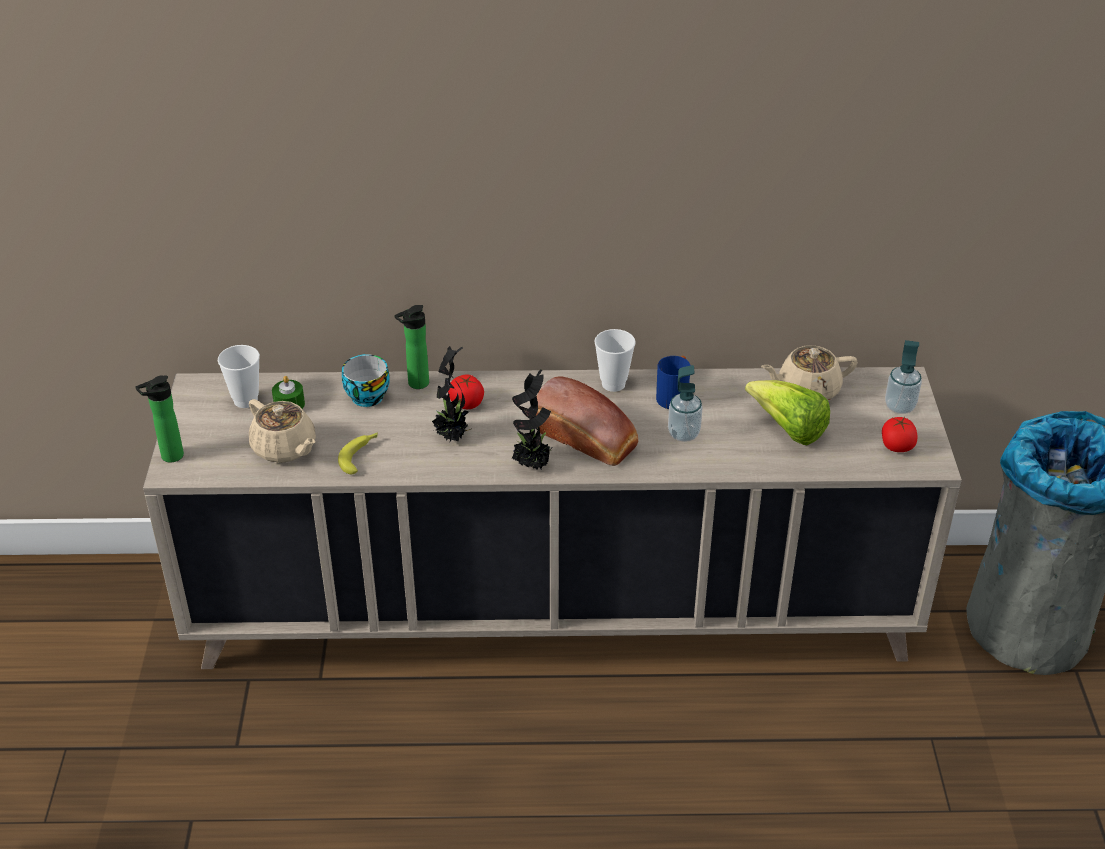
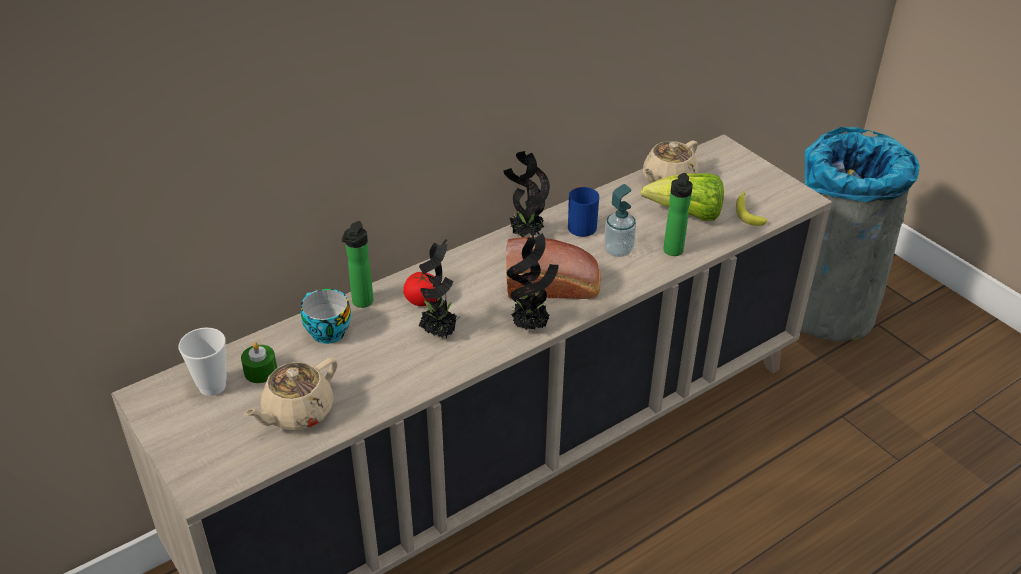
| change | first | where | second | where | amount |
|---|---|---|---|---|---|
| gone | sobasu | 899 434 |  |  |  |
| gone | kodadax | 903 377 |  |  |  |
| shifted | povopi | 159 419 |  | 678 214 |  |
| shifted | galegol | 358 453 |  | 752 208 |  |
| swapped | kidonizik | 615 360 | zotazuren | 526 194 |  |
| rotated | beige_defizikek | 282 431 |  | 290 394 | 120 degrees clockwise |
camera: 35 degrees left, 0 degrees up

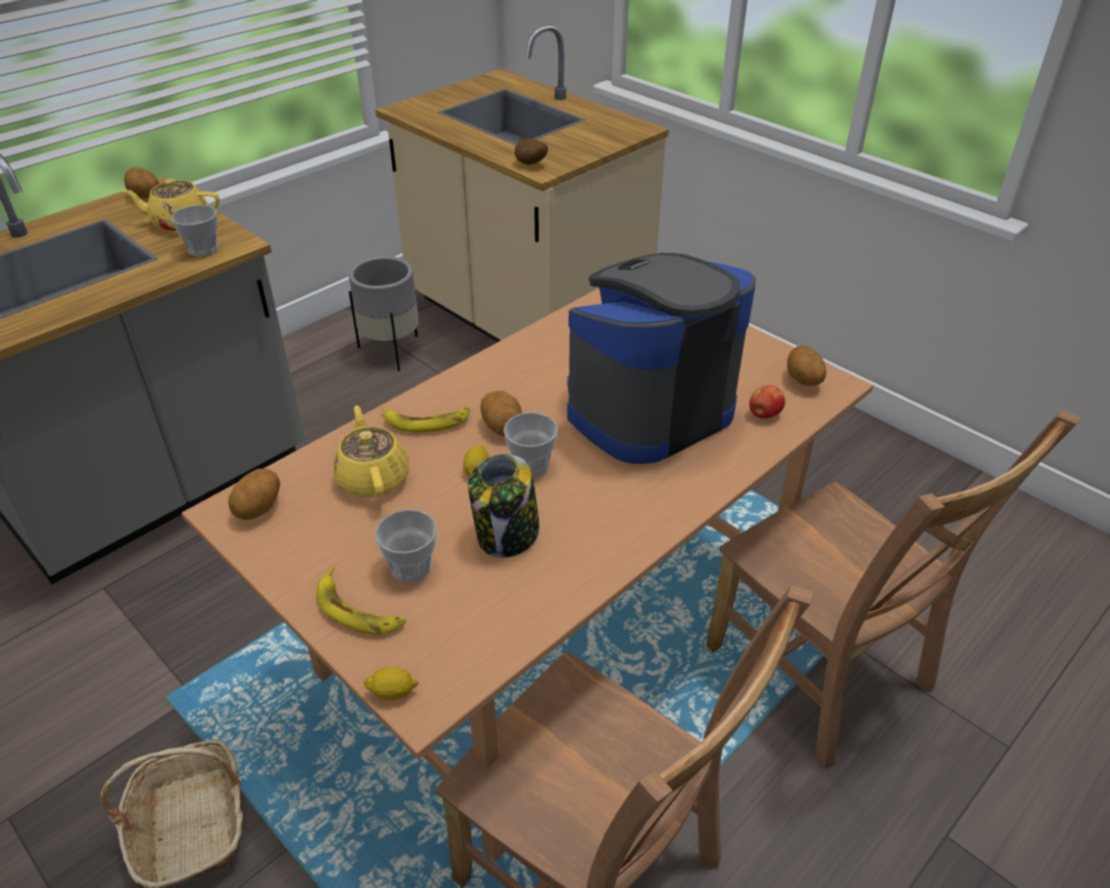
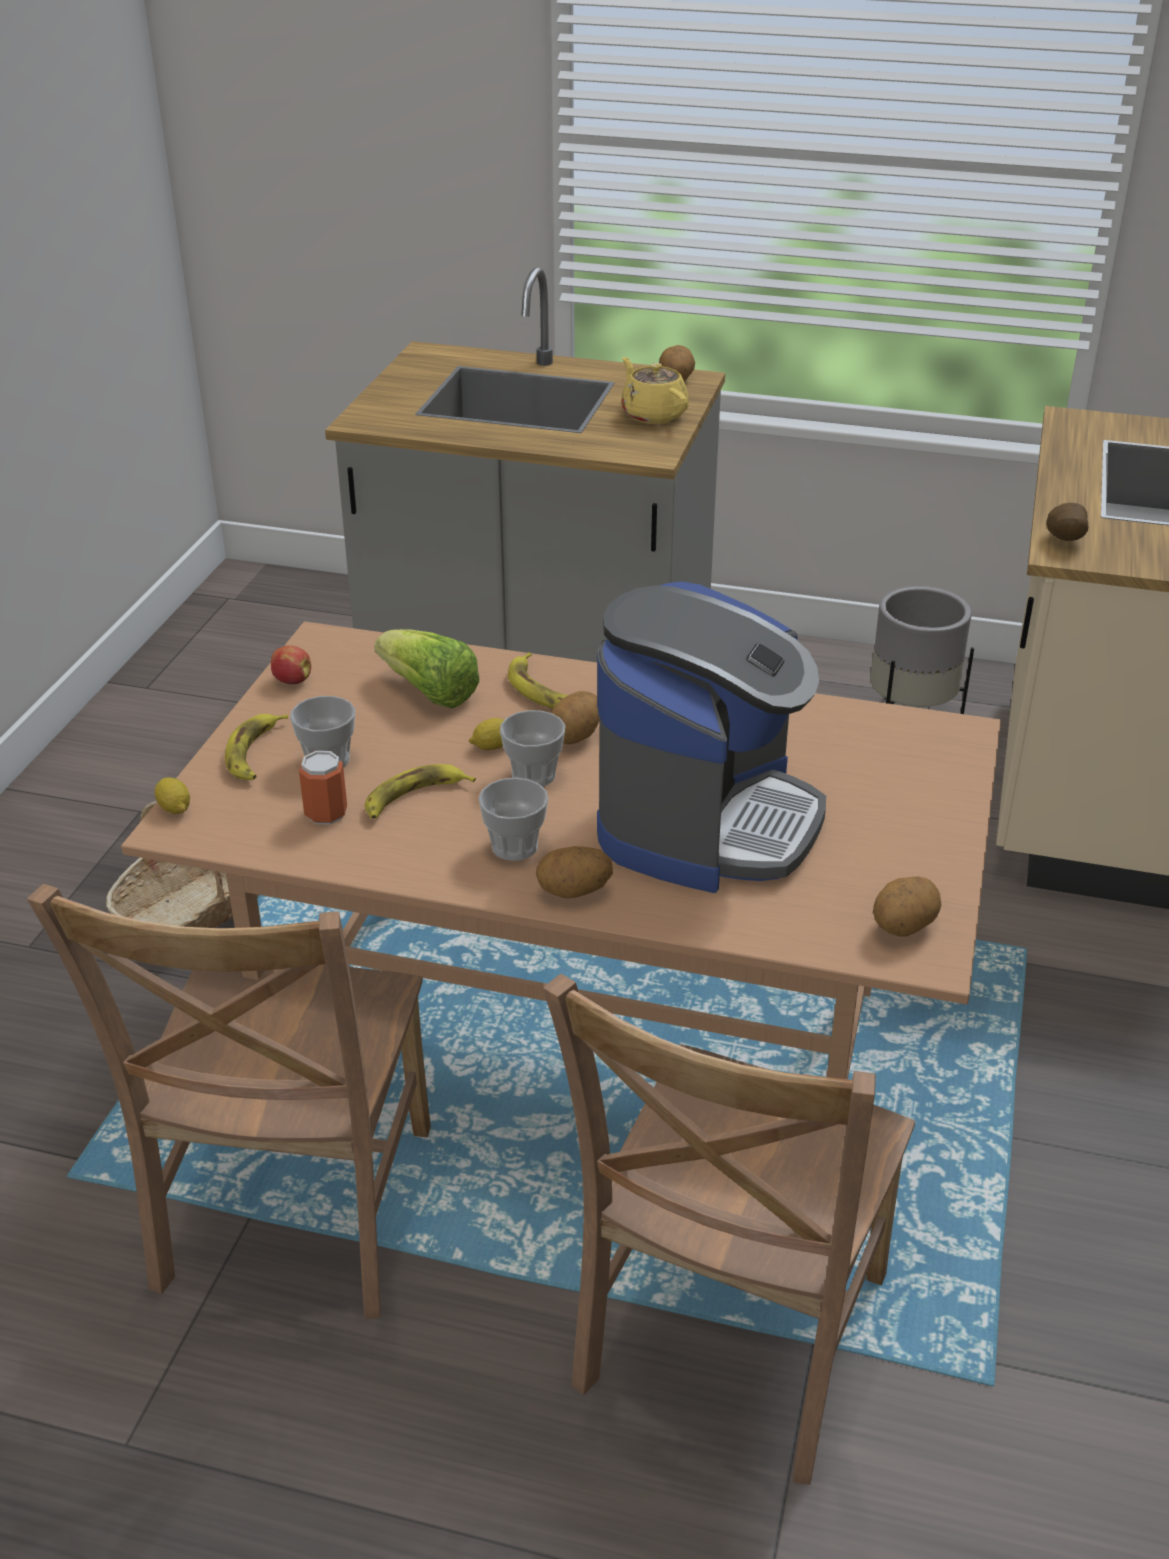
| change | first | where | second | where | amount |
|---|---|---|---|---|---|
| new |  |  | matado | 323 787 |  |
| shifted | kidonizik | 194 231 |  | 513 819 |  |
| shifted | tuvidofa | 254 494 |  | 574 872 |  |
| shifted | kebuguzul | 767 401 |  | 291 664 |  |
| swapped | yellow_defizikek | 371 451 | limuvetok | 427 668 |  |
| swapped | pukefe | 504 506 | galegol | 420 791 |  |
| rotated | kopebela | 661 358 |  | 711 737 | 90 degrees clockwise |
camera: 60 degrees right, 5 degrees down

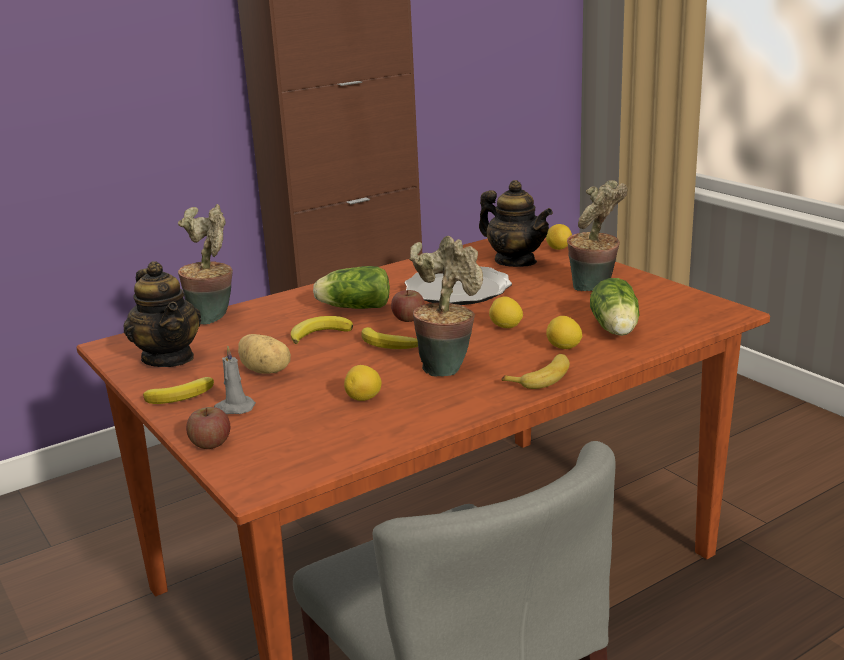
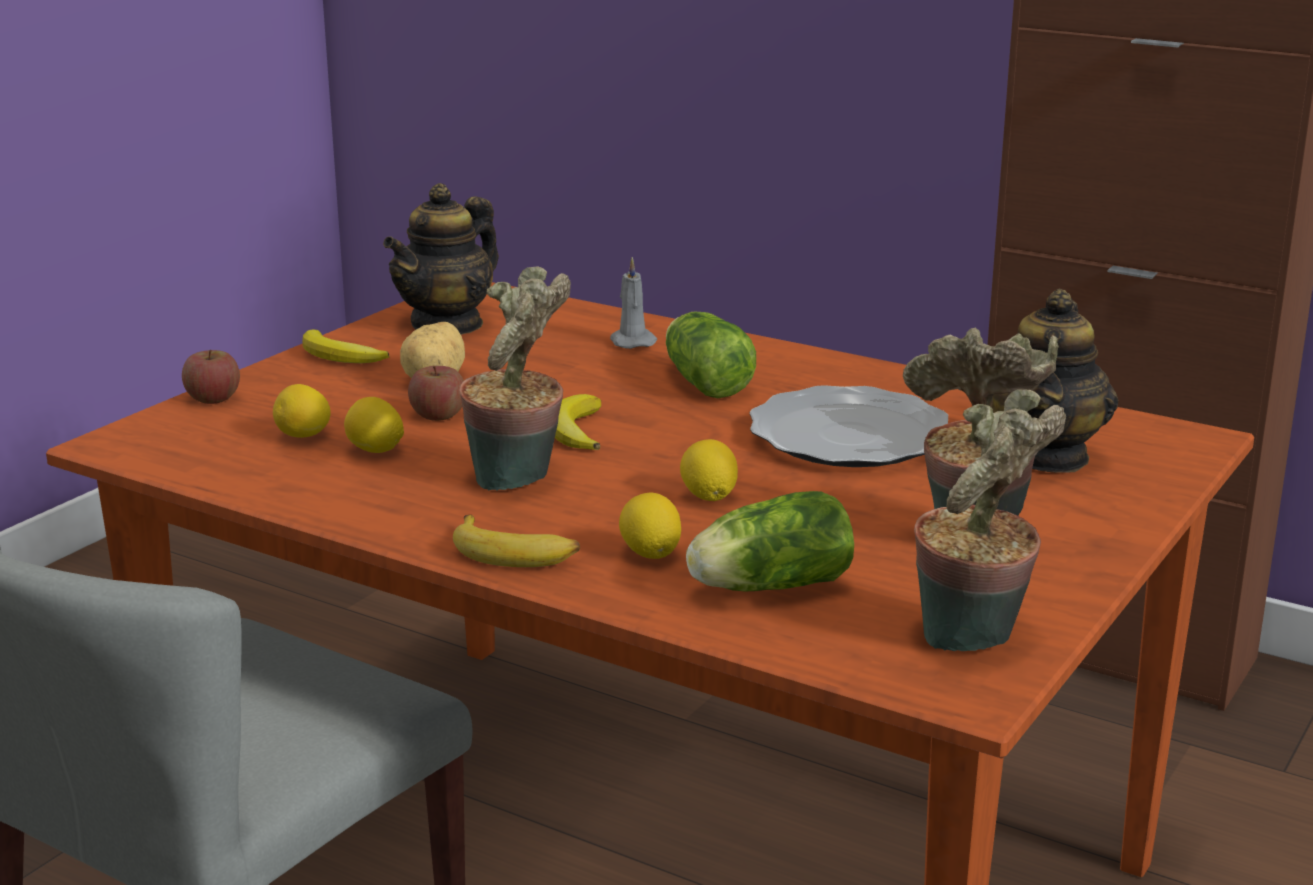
| change | first | where | second | where | amount |
|---|---|---|---|---|---|
| gone | galegol | 322 330 |  |  |  |
| shifted | zotazuren | 205 264 |  | 990 520 |  |
| shifted | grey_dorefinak | 235 379 |  | 633 303 |  |
| shifted | kebuguzul | 408 306 |  | 436 393 |  |
| shifted | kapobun | 559 237 |  | 302 411 |  |
camera: 65 degrees right, 0 degrees up

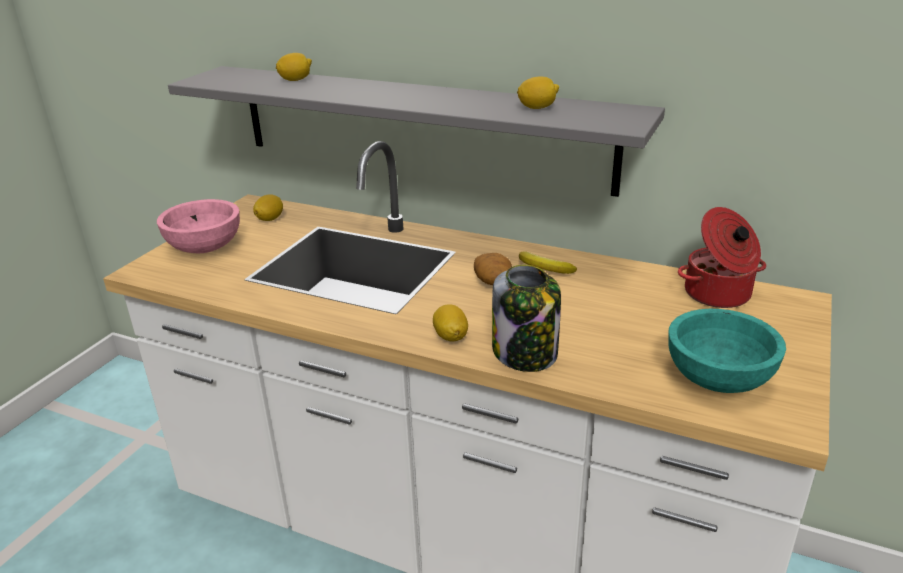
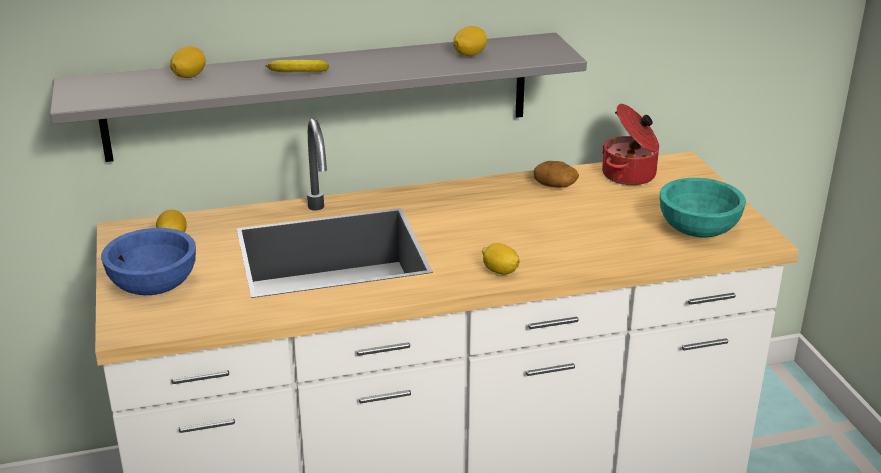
| change | first | where | second | where | amount |
|---|---|---|---|---|---|
| gone | pukefe | 526 318 |  |  |  |
| shifted | tuvidofa | 493 269 |  | 556 174 |  |
| shifted | galegol | 548 262 |  | 297 66 |  |
| repainted | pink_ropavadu | 198 226 | blue_ropavadu | 148 261 |  |
camera: 40 degrees left, 0 degrees up

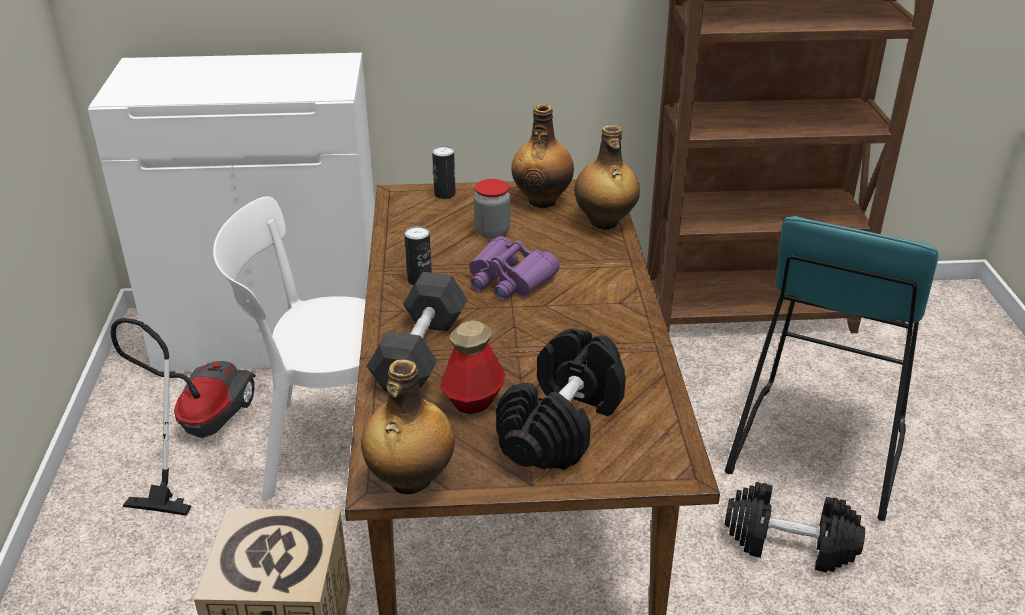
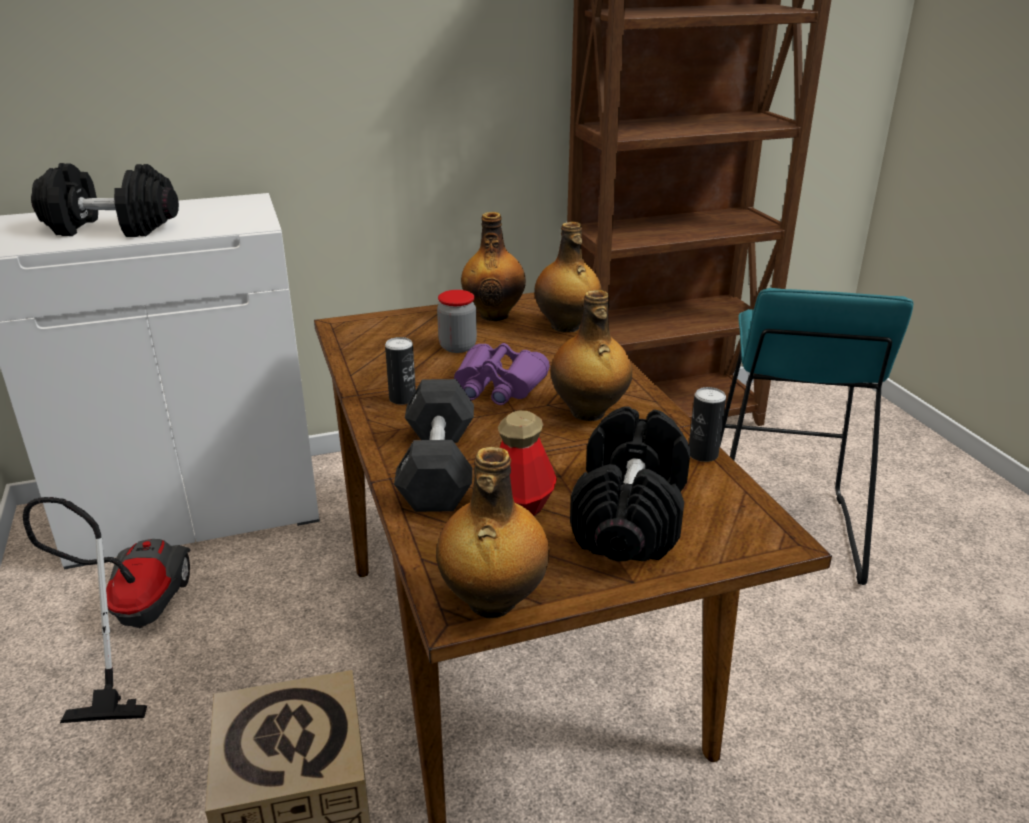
| change | first | where | second | where | amount |
|---|---|---|---|---|---|
| gone | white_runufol | 289 348 |  |  |  |
| new |  |  | povopi | 591 355 |  |
| shifted | matado | 444 172 |  | 707 424 |  |
| shifted | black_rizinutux | 795 527 |  | 105 200 |  |
camera: 15 degrees left, 5 degrees down

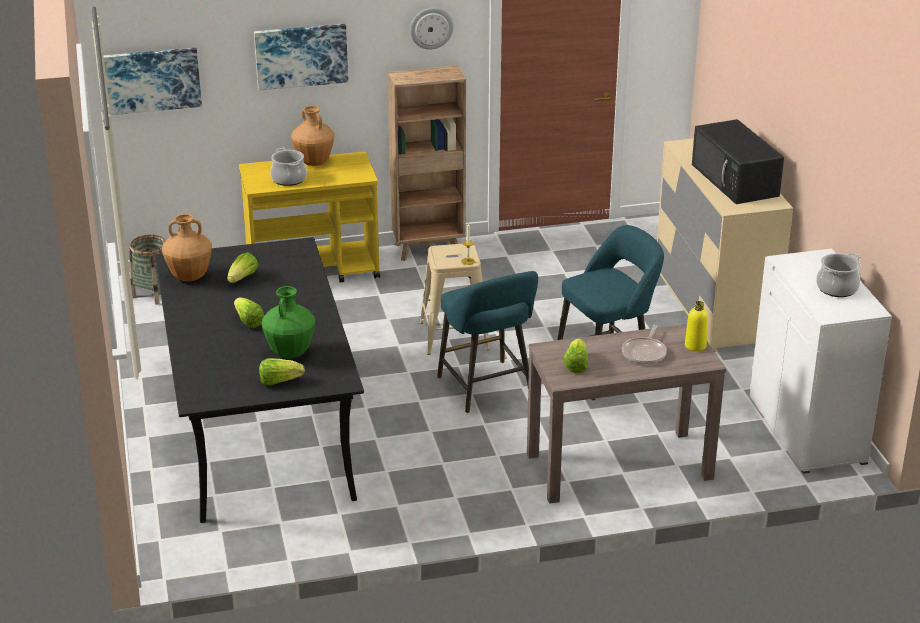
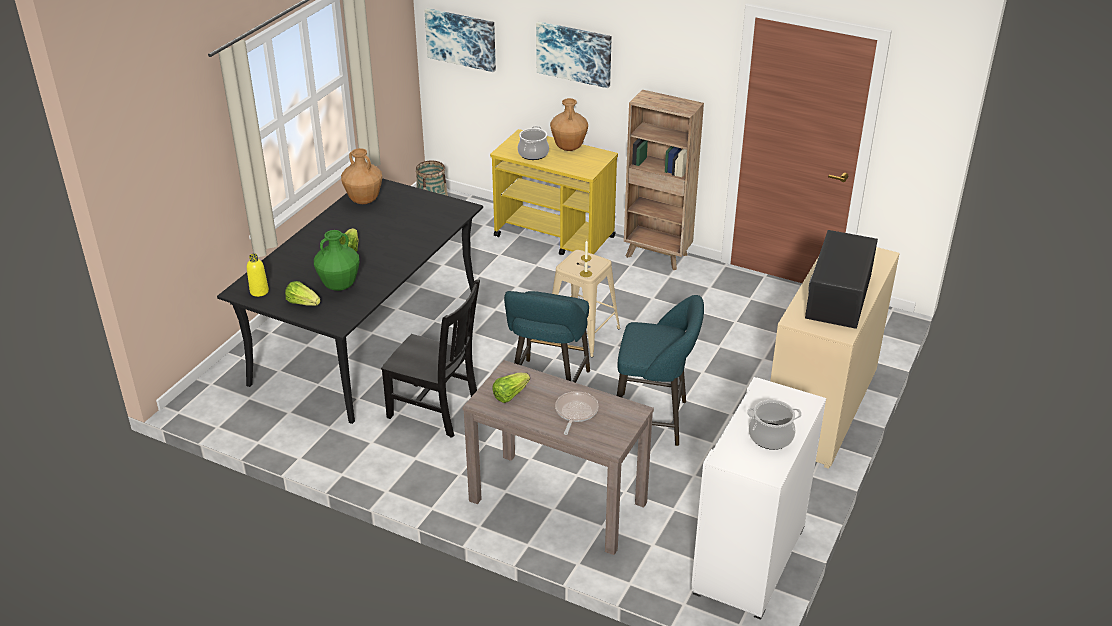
| change | first | where | second | where | amount |
|---|---|---|---|---|---|
| gone | limuvetok | 242 267 |  |  |  |
| gone | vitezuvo | 432 29 |  |  |  |
| new |  |  | black_runufol | 430 358 |  |
| shifted | yellow_povopi | 696 326 |  | 258 275 |  |
| rotated | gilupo | 644 344 |  | 577 413 | 135 degrees clockwise |
camera: 40 degrees right, 5 degrees up

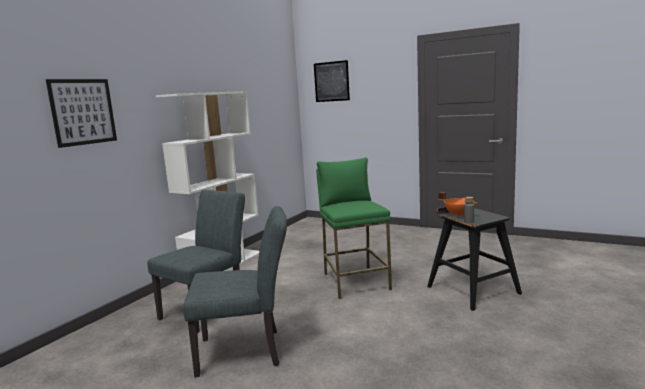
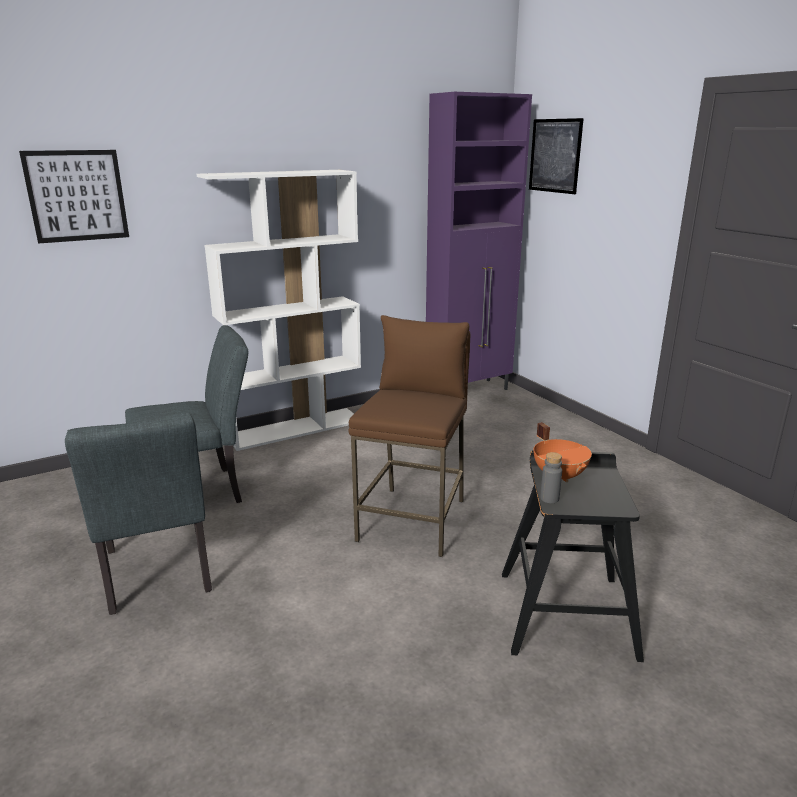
| change | first | where | second | where | amount |
|---|---|---|---|---|---|
| new |  |  | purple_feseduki | 479 241 |  |
| repainted | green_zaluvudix | 354 228 | brown_zaluvudix | 409 436 |  |
| rotated | grey_runufol | 235 291 |  | 138 514 | 45 degrees clockwise |
camera: 30 degrees right, 10 degrees up

